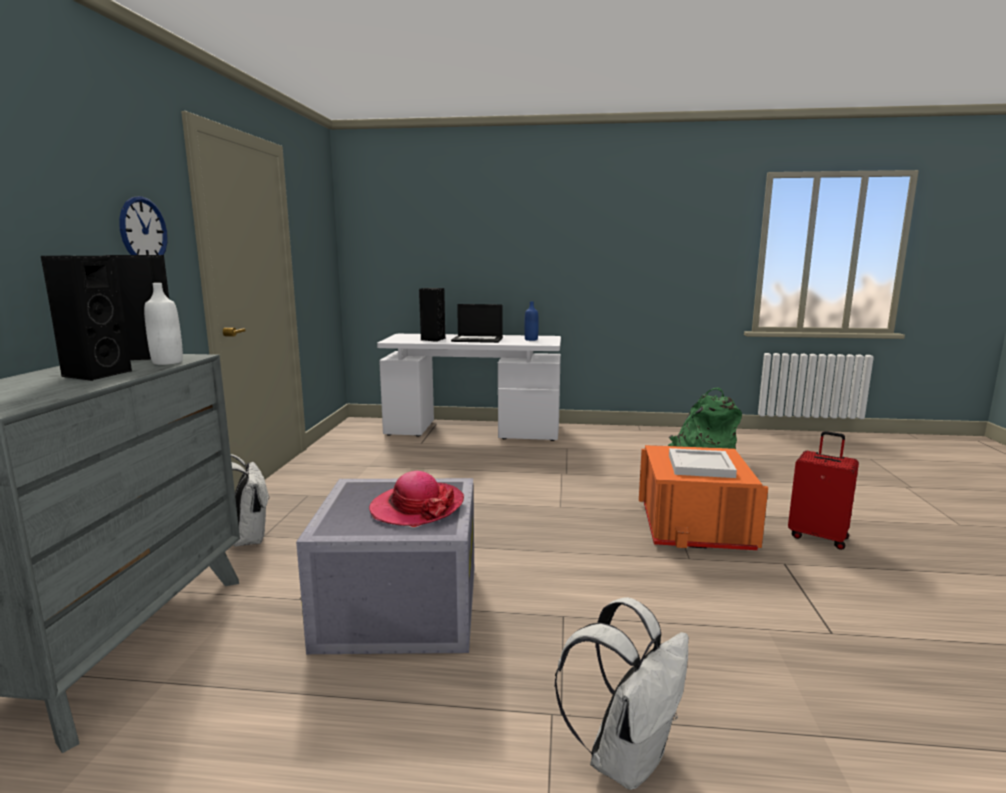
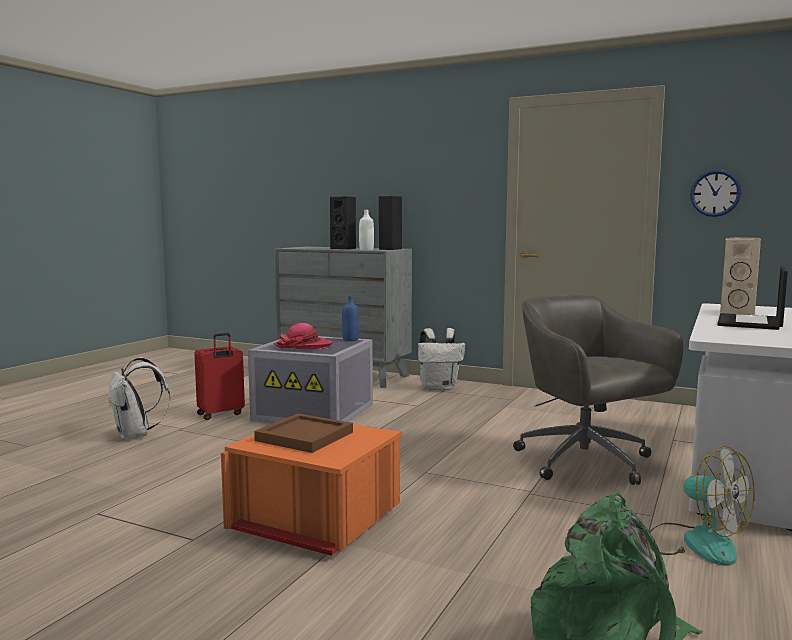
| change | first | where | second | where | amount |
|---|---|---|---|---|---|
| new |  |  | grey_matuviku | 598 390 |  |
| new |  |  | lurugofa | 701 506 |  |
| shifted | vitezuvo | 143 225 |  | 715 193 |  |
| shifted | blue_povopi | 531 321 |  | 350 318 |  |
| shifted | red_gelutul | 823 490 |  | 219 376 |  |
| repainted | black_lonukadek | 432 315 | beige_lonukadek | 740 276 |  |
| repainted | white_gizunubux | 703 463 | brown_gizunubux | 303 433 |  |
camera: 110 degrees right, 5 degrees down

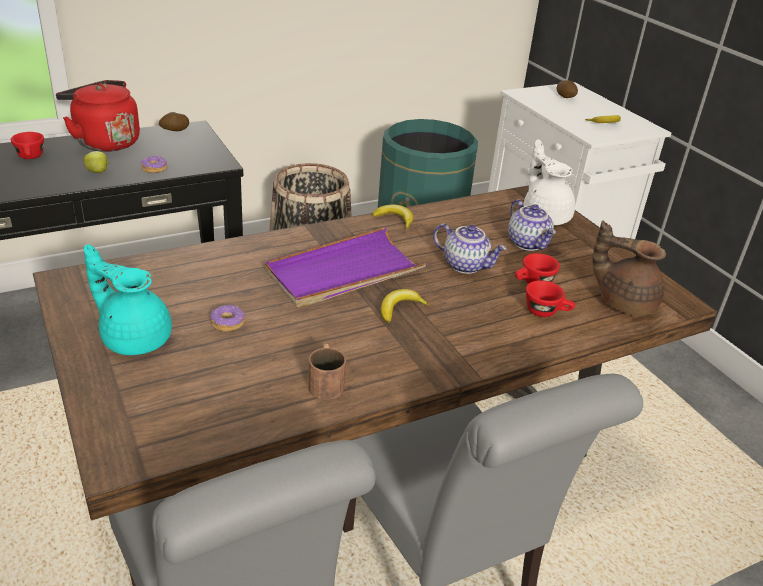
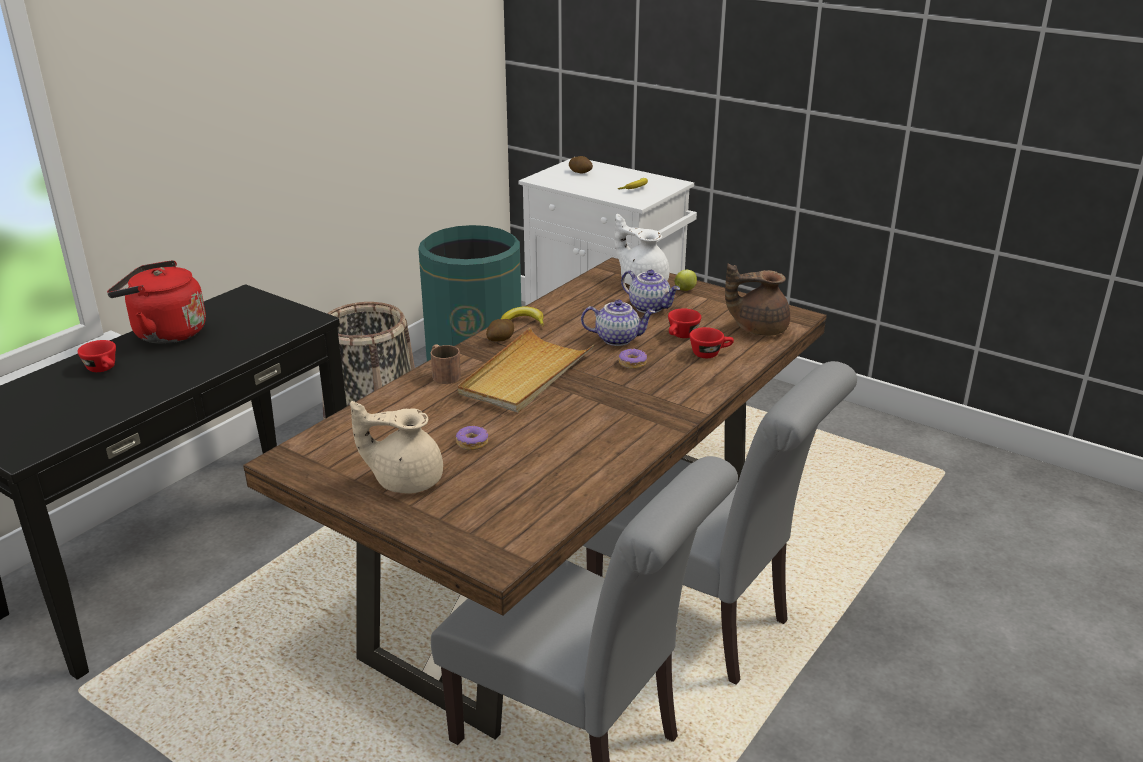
| change | first | where | second | where | amount |
|---|---|---|---|---|---|
| gone | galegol | 405 306 |  |  |  |
| shifted | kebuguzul | 96 162 |  | 685 280 |  |
| shifted | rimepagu | 154 164 |  | 633 358 |  |
| shifted | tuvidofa | 174 121 |  | 500 330 |  |
| shifted | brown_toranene | 327 371 |  | 445 364 |  |
| repainted | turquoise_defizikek | 128 299 | beige_defizikek | 396 447 |  |
| repainted | purple_gizunubux | 346 267 | beige_gizunubux | 526 369 |  |
camera: 25 degrees left, 5 degrees down

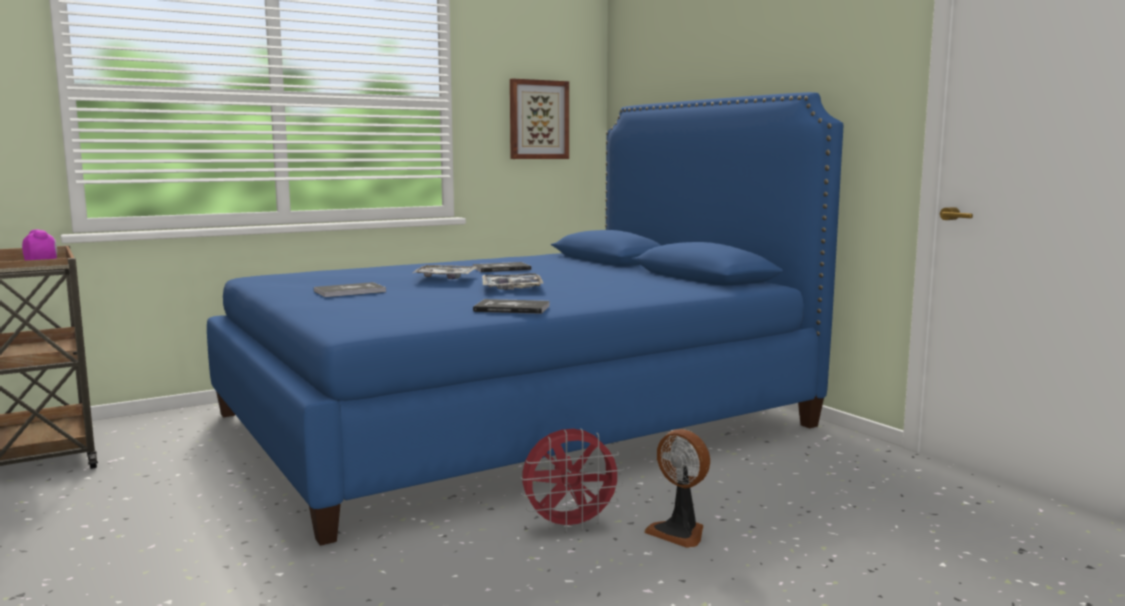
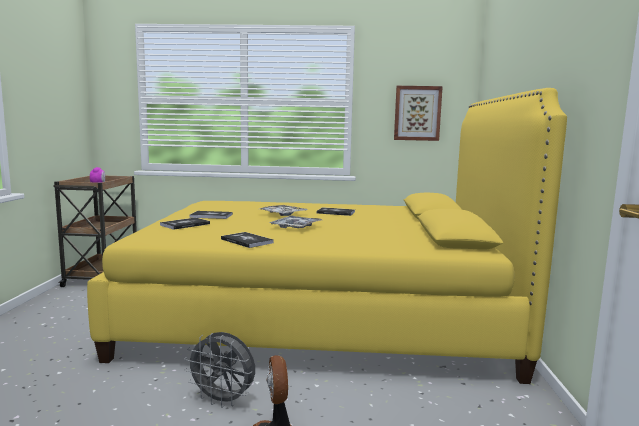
| change | first | where | second | where | amount |
|---|---|---|---|---|---|
| new |  |  | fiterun | 185 223 |  |
| repainted | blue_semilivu | 525 319 | yellow_semilivu | 327 236 |  |
| repainted | red_lurugofa | 572 480 | grey_lurugofa | 219 370 |  |
camera: 35 degrees right, 0 degrees up

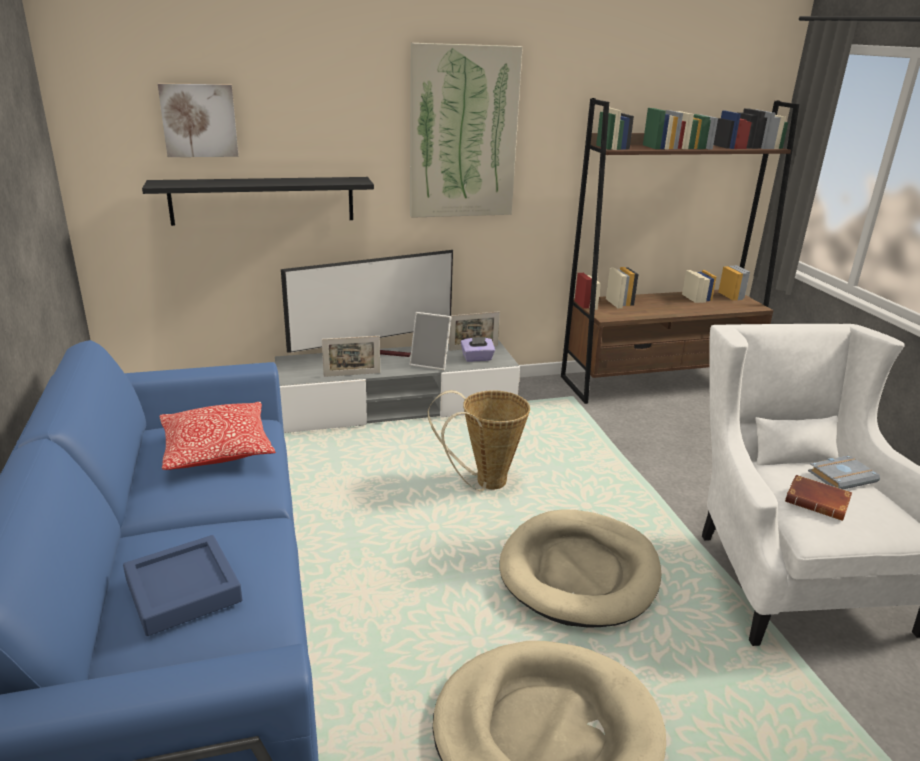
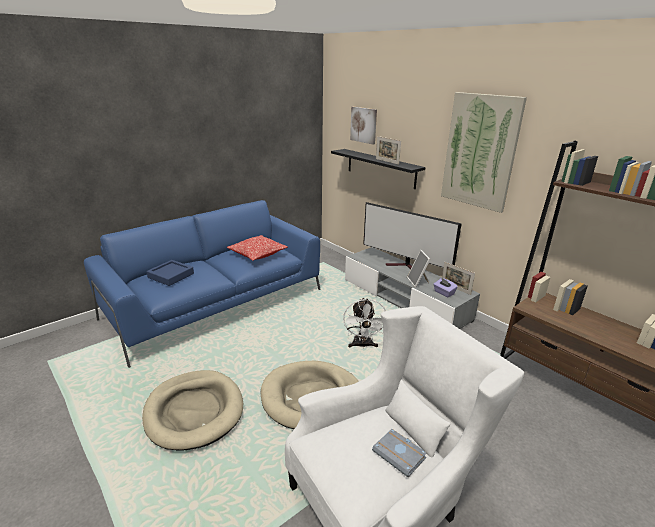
| change | first | where | second | where | amount |
|---|---|---|---|---|---|
| gone | brown_fiterun | 818 498 |  |  |  |
| shifted | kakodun | 351 356 |  | 388 150 |  |
| swapped | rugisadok | 479 440 | white_lurugofa | 364 323 |  |
camera: 65 degrees right, 0 degrees up

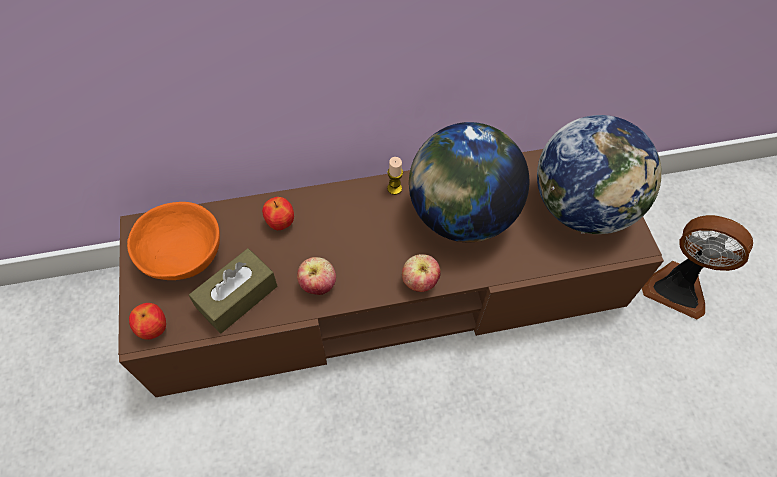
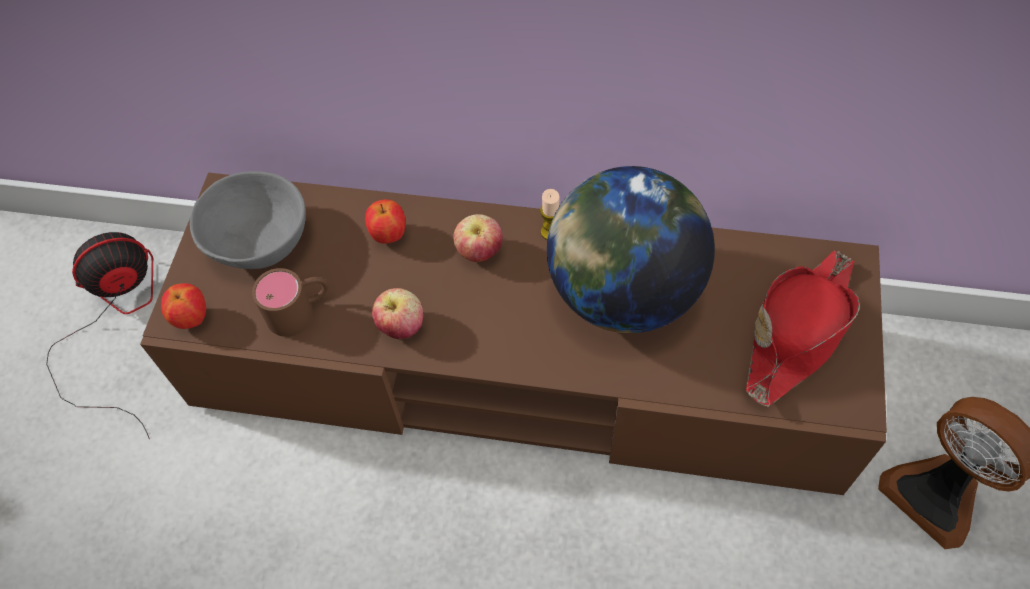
| change | first | where | second | where | amount |
|---|---|---|---|---|---|
| new |  |  | lurugofa | 99 335 |  |
| shifted | kebuguzul | 421 273 |  | 478 238 |  |
| swapped | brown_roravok | 233 291 | brown_toranene | 290 302 |  |
| swapped | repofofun | 599 174 | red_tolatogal | 803 328 |  |
| repainted | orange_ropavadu | 173 241 | grey_ropavadu | 248 220 |  |
camera: 25 degrees right, 0 degrees up

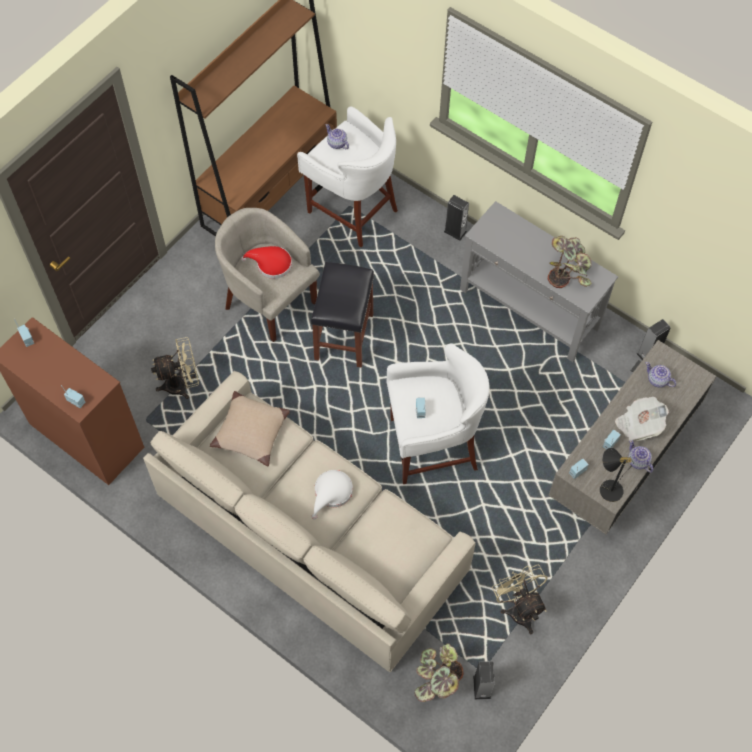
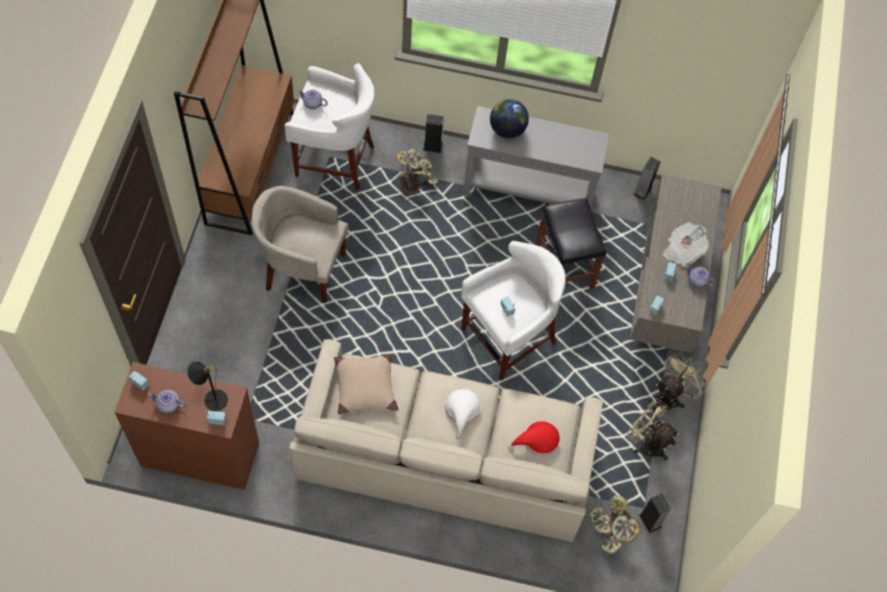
| change | first | where | second | where | amount |
|---|---|---|---|---|---|
| new |  |  | repofofun | 509 118 |  |
| shifted | beige_lurugofa | 175 368 |  | 679 382 |  |
| shifted | red_tolatogal | 266 262 |  | 534 438 |  |
| shifted | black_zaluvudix | 342 315 |  | 571 243 |  |
| shifted | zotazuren | 569 262 |  | 417 171 |  |
| shifted | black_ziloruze | 616 475 |  | 207 386 |  |
| shifted | defizikek | 661 375 |  | 167 401 |  |
camera: 30 degrees left, 0 degrees up

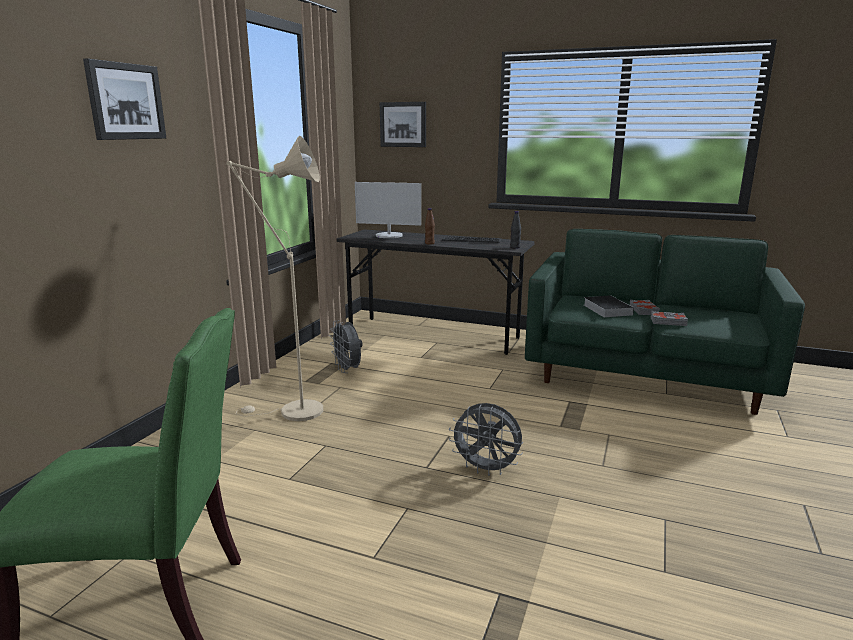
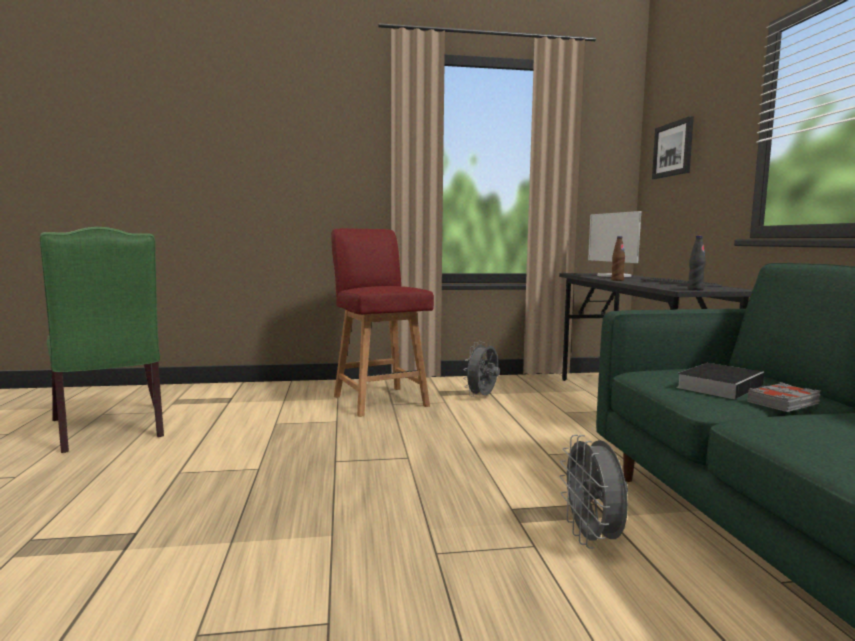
| change | first | where | second | where | amount |
|---|---|---|---|---|---|
| gone | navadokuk | 124 99 |  |  |  |
| gone | grey_fiterun | 669 318 |  |  |  |
| shifted | grey_lurugofa | 486 439 |  | 593 492 |  |
| swapped | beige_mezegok | 275 278 | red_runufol | 382 322 |  |
camera: 60 degrees right, 10 degrees down

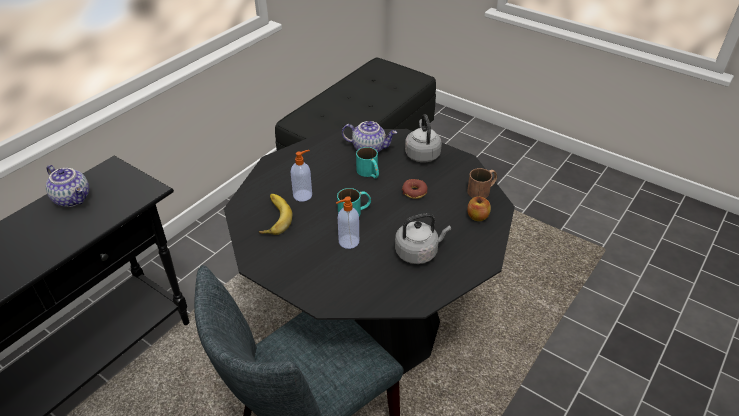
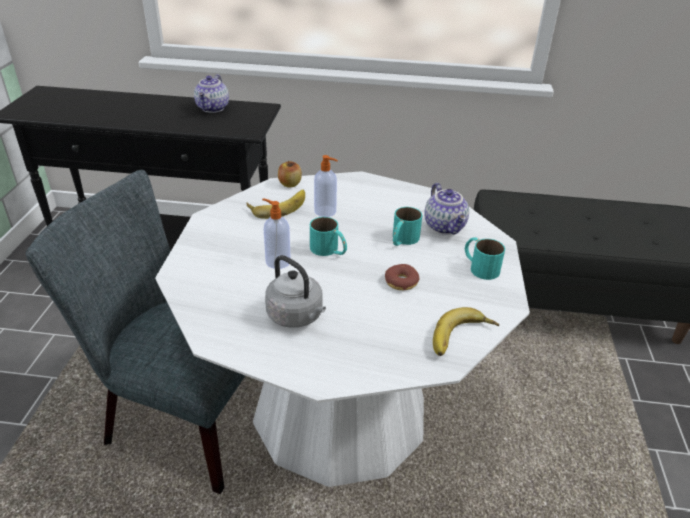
| change | first | where | second | where | amount |
|---|---|---|---|---|---|
| shifted | kebuguzul | 479 209 |  | 290 174 |  |
| swapped | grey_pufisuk | 423 138 | turquoise_toranene | 485 258 |  |
| swapped | brown_toranene | 482 183 | galegol | 466 331 |  |
| repainted | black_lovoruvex | 369 251 | white_lovoruvex | 342 329 |  |
camera: 60 degrees right, 5 degrees down

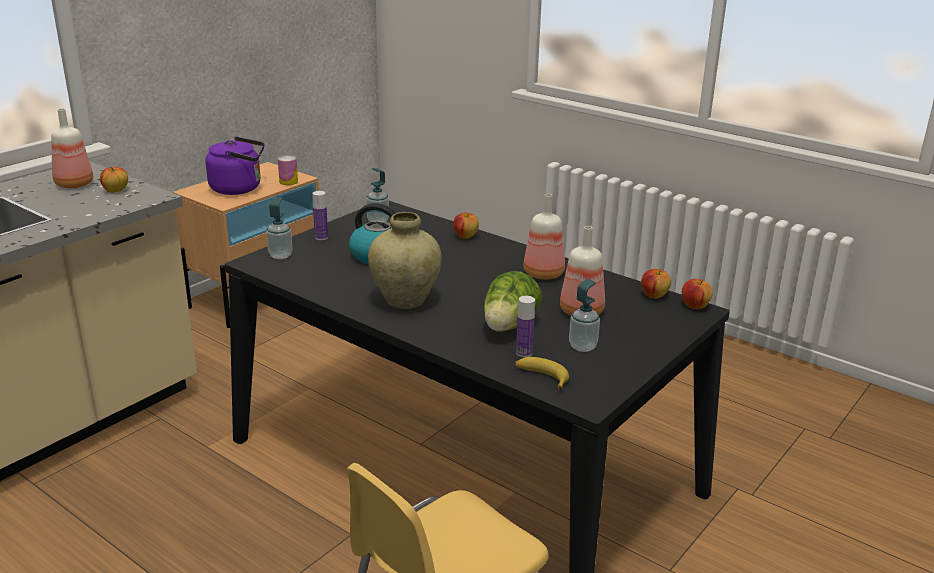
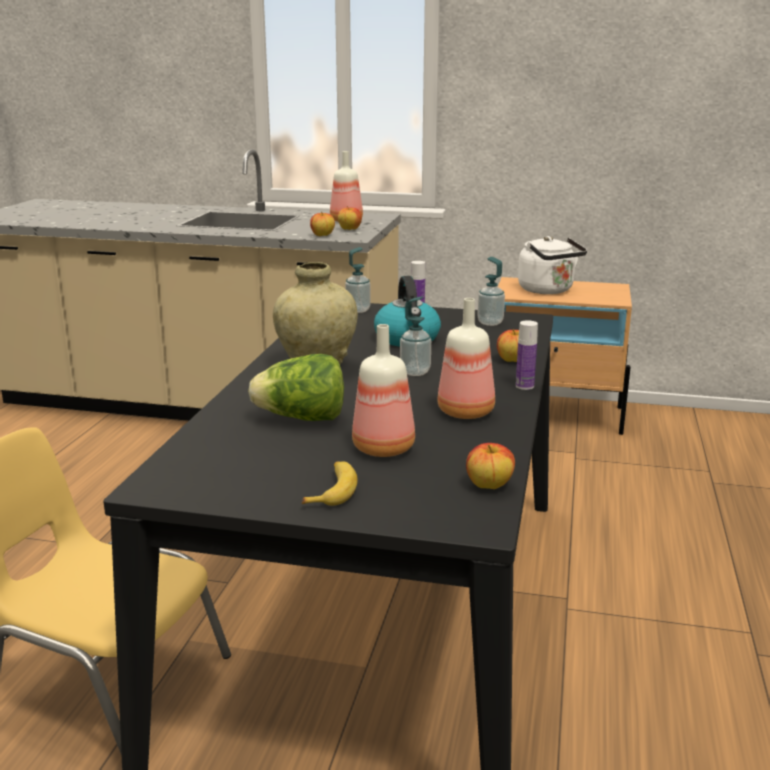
| change | first | where | second | where | amount |
|---|---|---|---|---|---|
| gone | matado | 288 170 |  |  |  |
| shifted | galegol | 542 373 |  | 329 483 |  |
| shifted | povopi | 525 326 |  | 527 355 |  |
| shifted | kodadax | 584 315 |  | 415 336 |  |
| shifted | kebuguzul | 697 294 |  | 322 224 |  |
| repainted | purple_pufisuk | 235 166 | white_pufisuk | 552 265 |  |
camera: 65 degrees right, 5 degrees down

